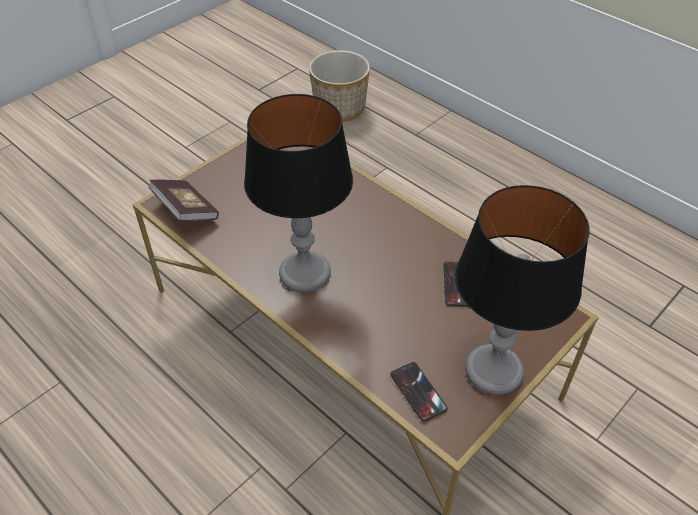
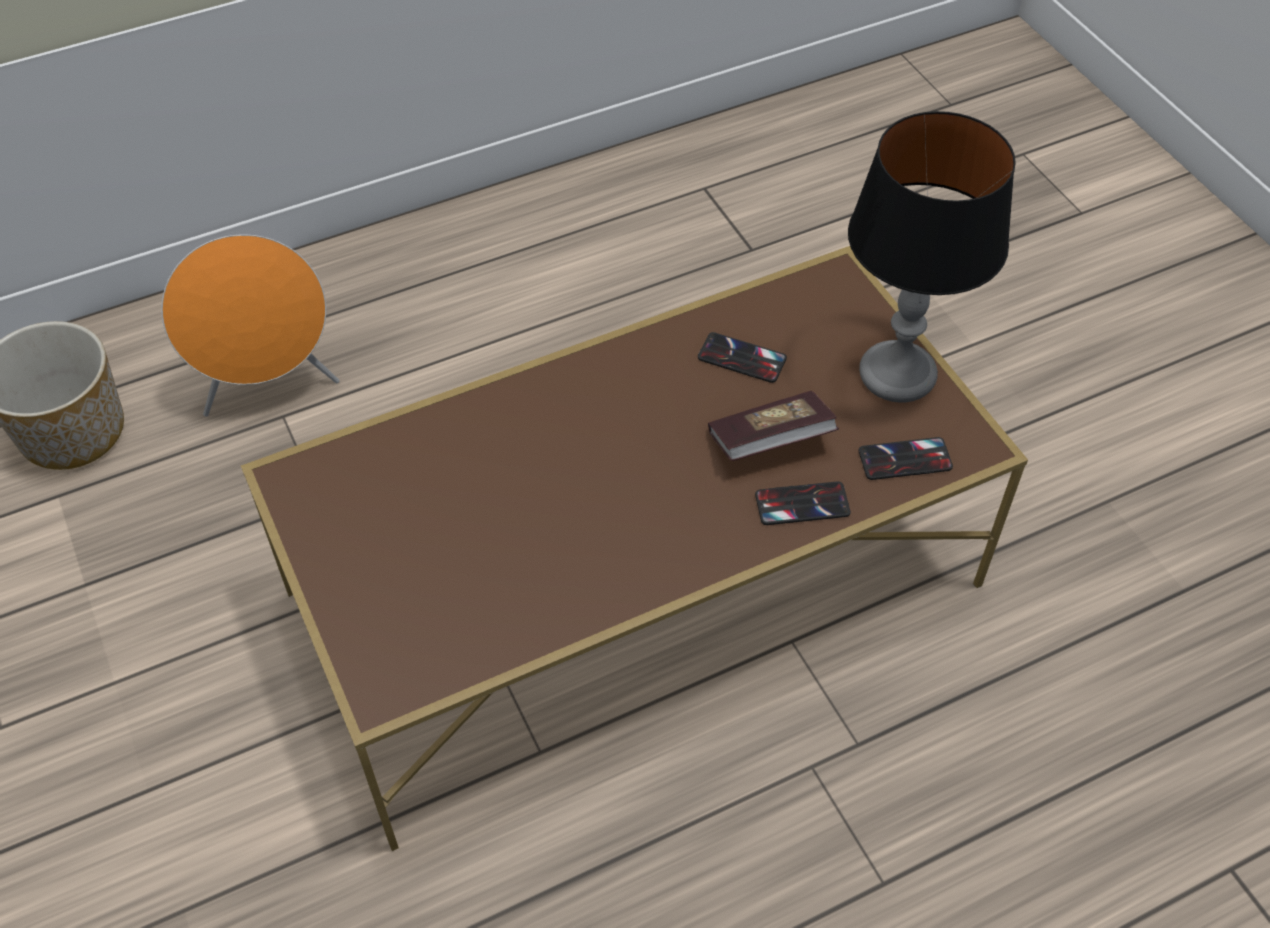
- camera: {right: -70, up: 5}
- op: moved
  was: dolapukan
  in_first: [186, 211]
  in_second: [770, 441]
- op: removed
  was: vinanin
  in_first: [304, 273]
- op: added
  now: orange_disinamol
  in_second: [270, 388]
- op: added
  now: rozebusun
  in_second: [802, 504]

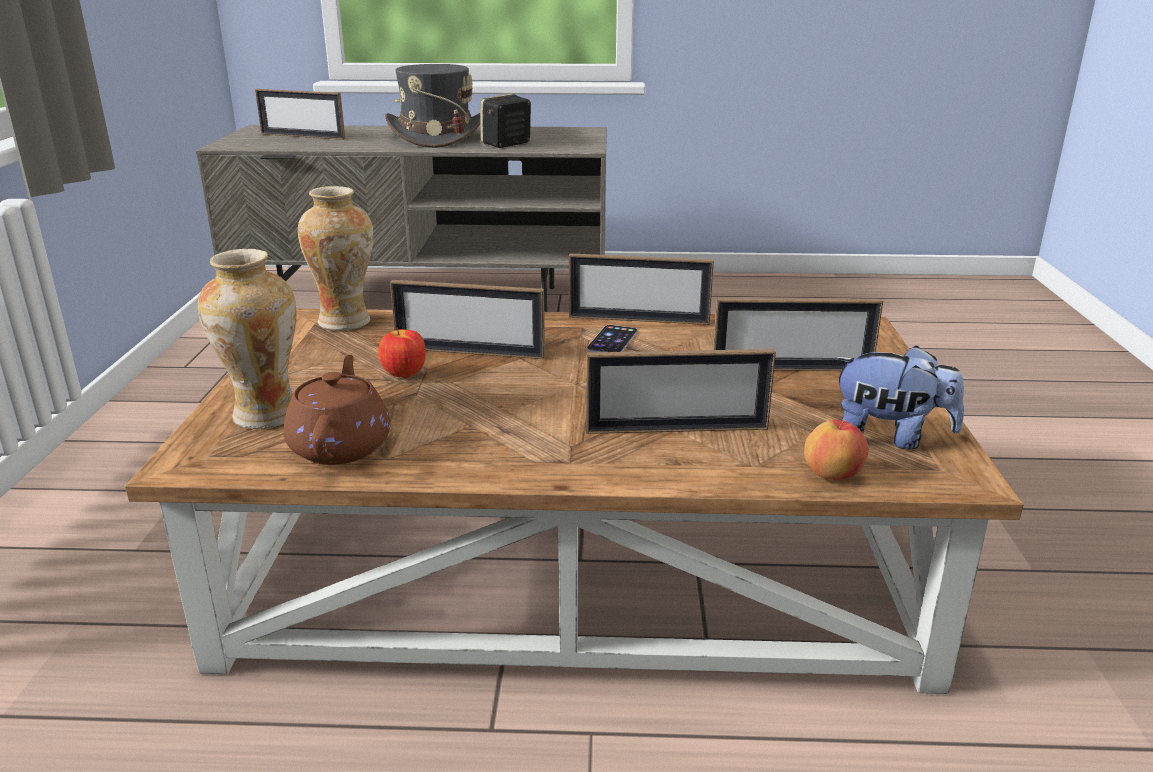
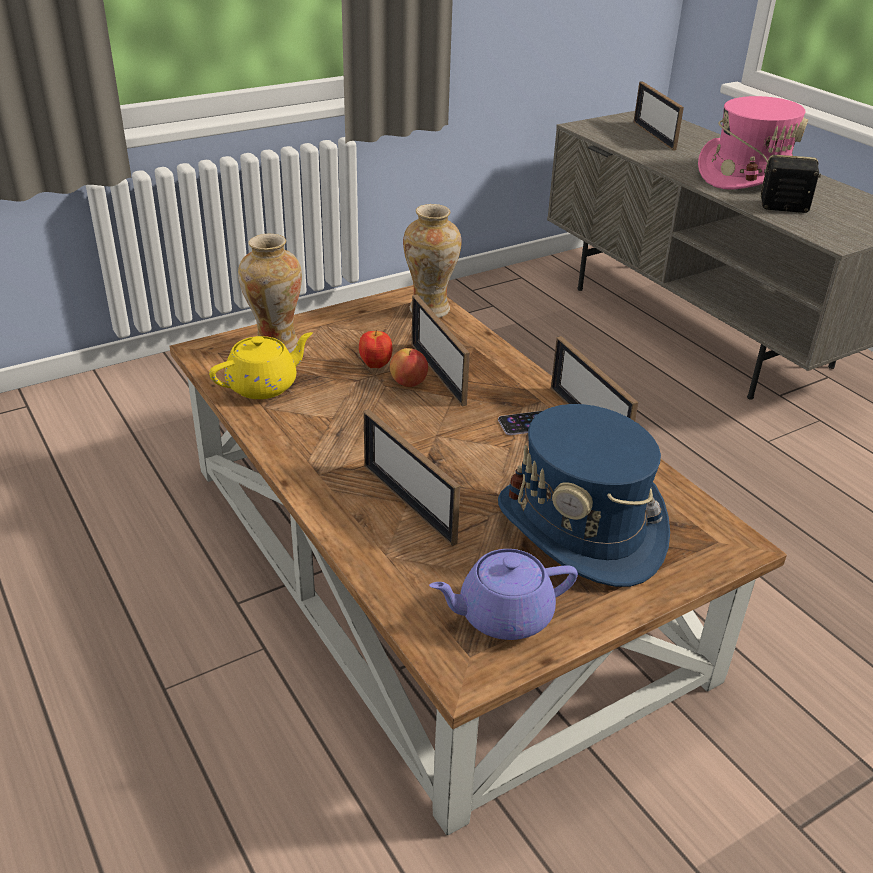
- camera: {right: 55, up: 10}
- op: recoloured
  was: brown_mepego
  now: yellow_mepego
  in_first: [341, 446]
  in_second: [264, 386]
- op: recoloured
  was: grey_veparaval
  now: pink_veparaval
  in_first: [436, 137]
  in_second: [749, 175]
- op: replaced
  was: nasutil
  now: blue_veparaval
  in_first: [791, 369]
  in_second: [581, 528]
- op: moved
  was: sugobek
  in_first: [832, 475]
  in_second: [409, 383]
- op: replaced
  was: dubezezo
  now: purple_mepego
  in_first: [890, 437]
  in_second: [502, 615]

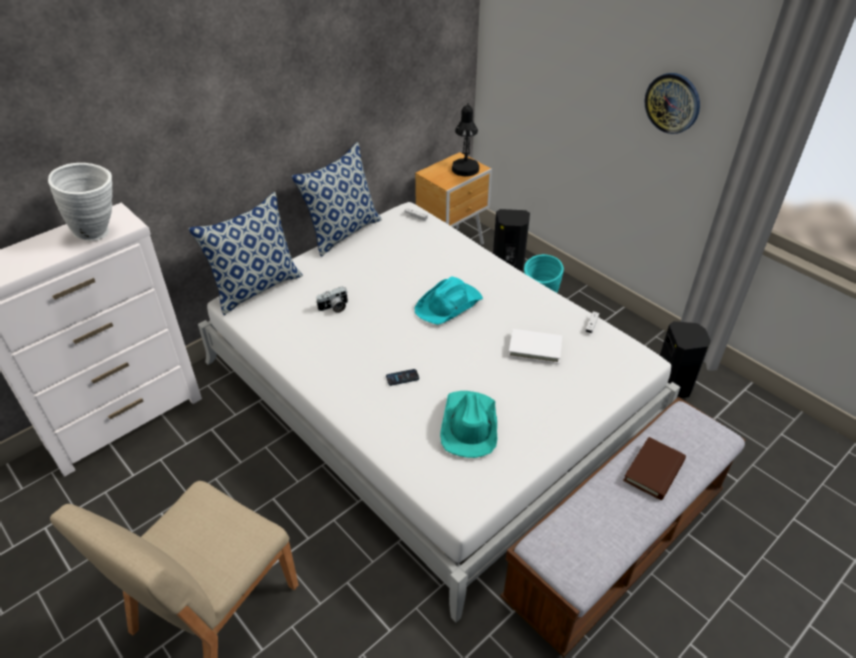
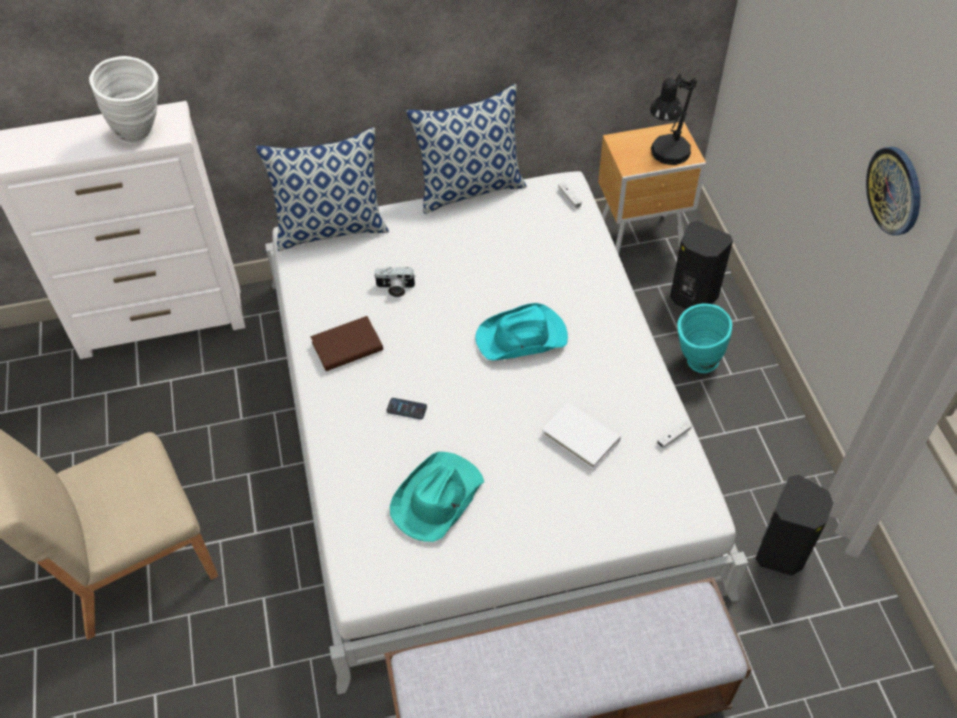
- camera: {right: 30, up: 10}
- op: moved
  was: brown_dolapukan
  in_first: [654, 470]
  in_second: [347, 346]

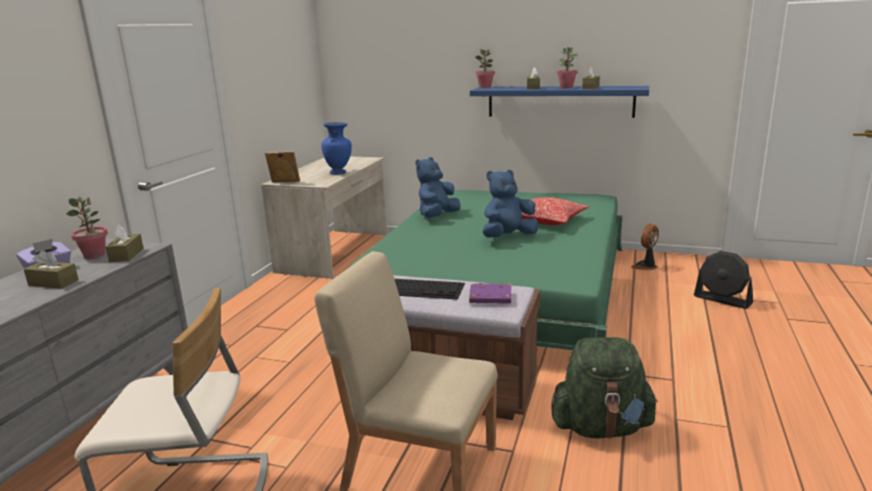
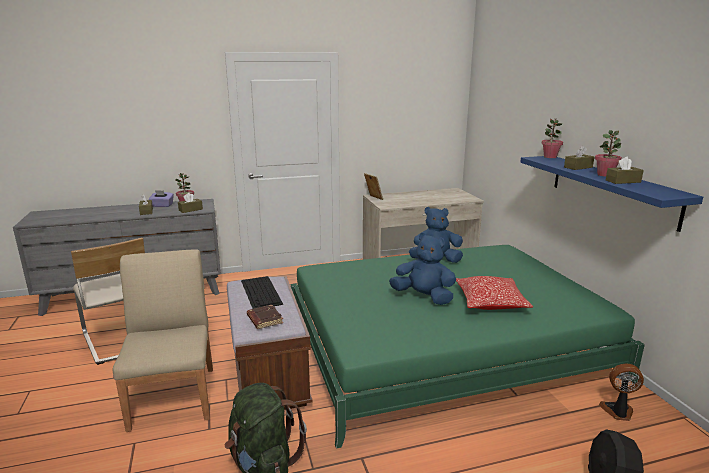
- camera: {right: 55, up: 0}
- op: removed
  was: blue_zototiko
  in_first: [339, 173]
- op: recoloured
  was: purple_dolapukan
  now: brown_dolapukan
  in_first: [490, 298]
  in_second: [264, 319]

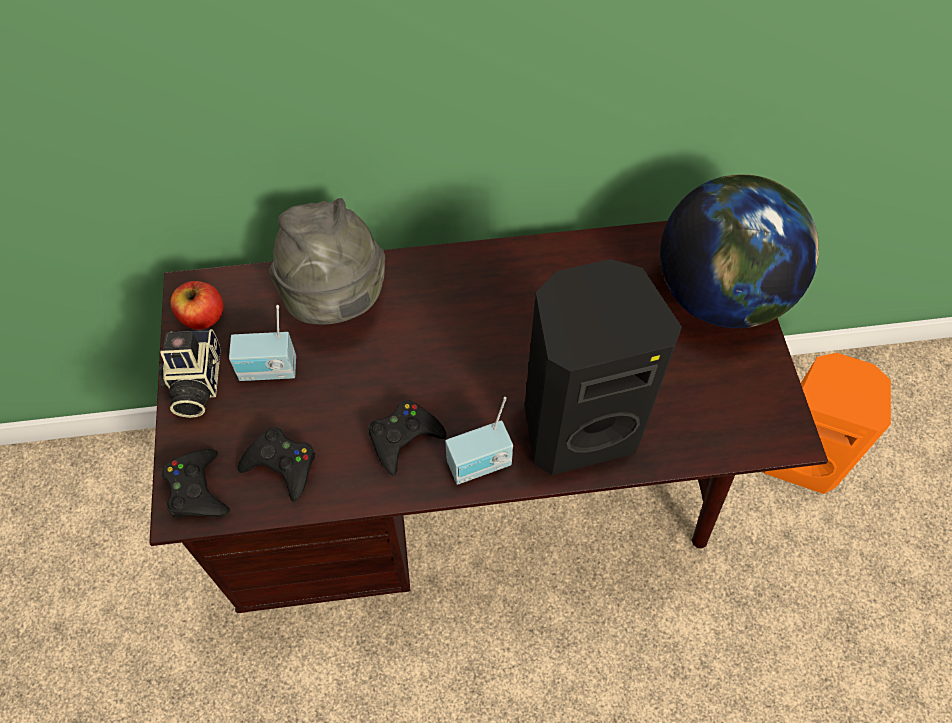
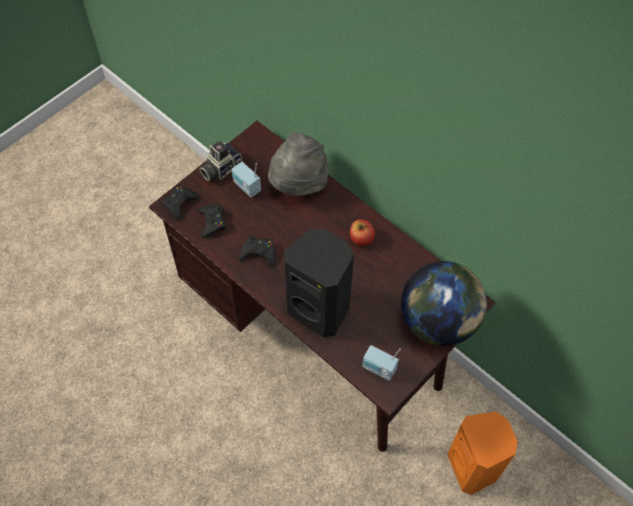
- camera: {right: 50, up: 0}
- op: moved
  was: sugobek
  in_first: [202, 317]
  in_second: [361, 238]
- op: moved
  was: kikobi
  in_first: [480, 466]
  in_second: [378, 369]

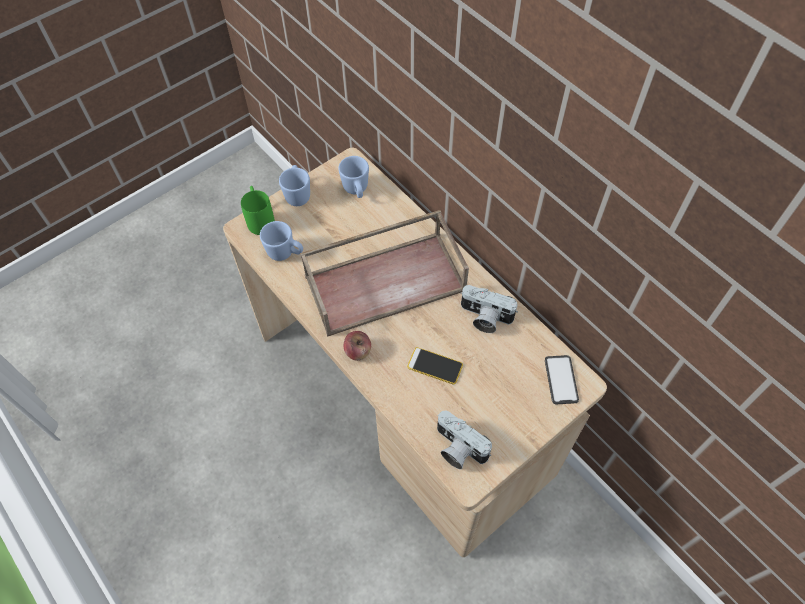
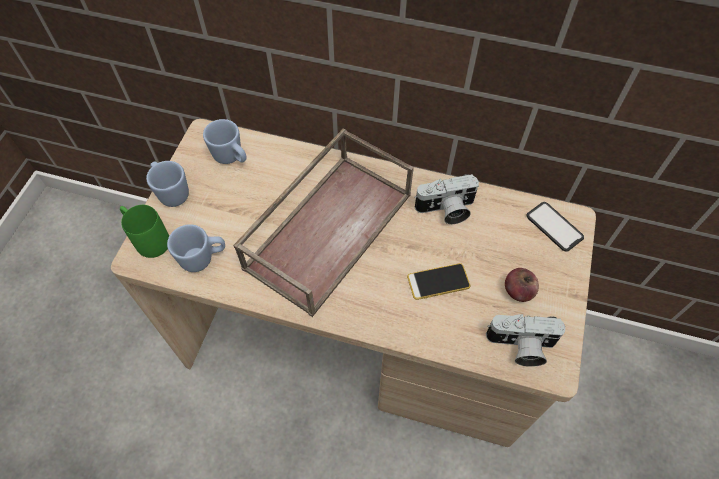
- camera: {right: -35, up: 0}
- op: moved
  was: sugobek
  in_first: [358, 351]
  in_second: [518, 291]

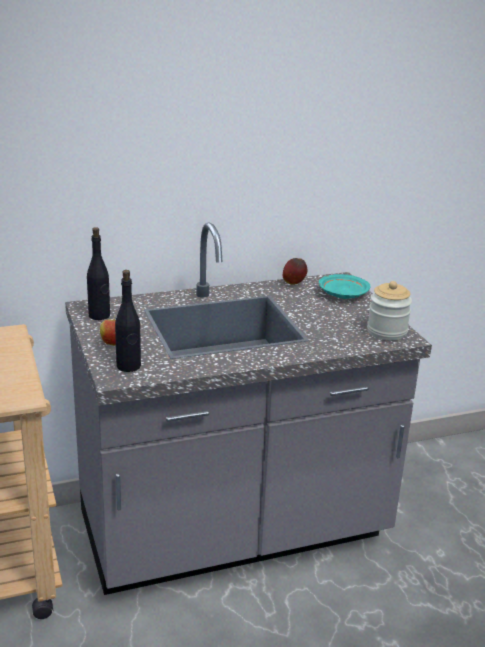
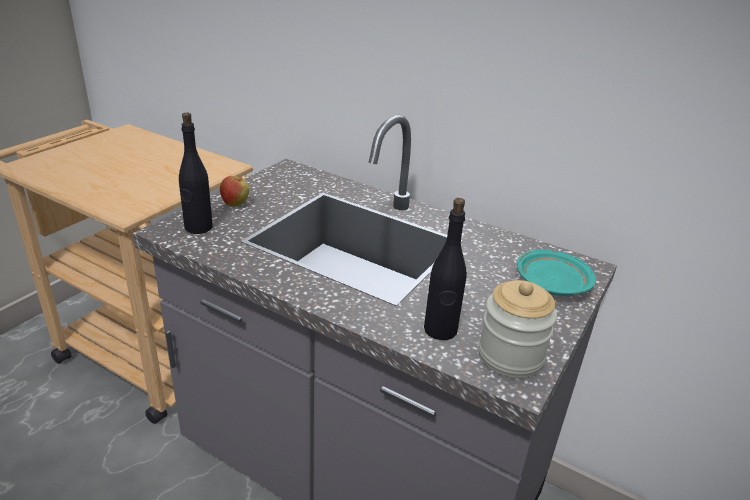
- camera: {right: 50, up: 5}
- op: moved
  was: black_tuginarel
  in_first: [99, 315]
  in_second: [440, 330]
- op: removed
  was: sugobek
  in_first: [294, 284]

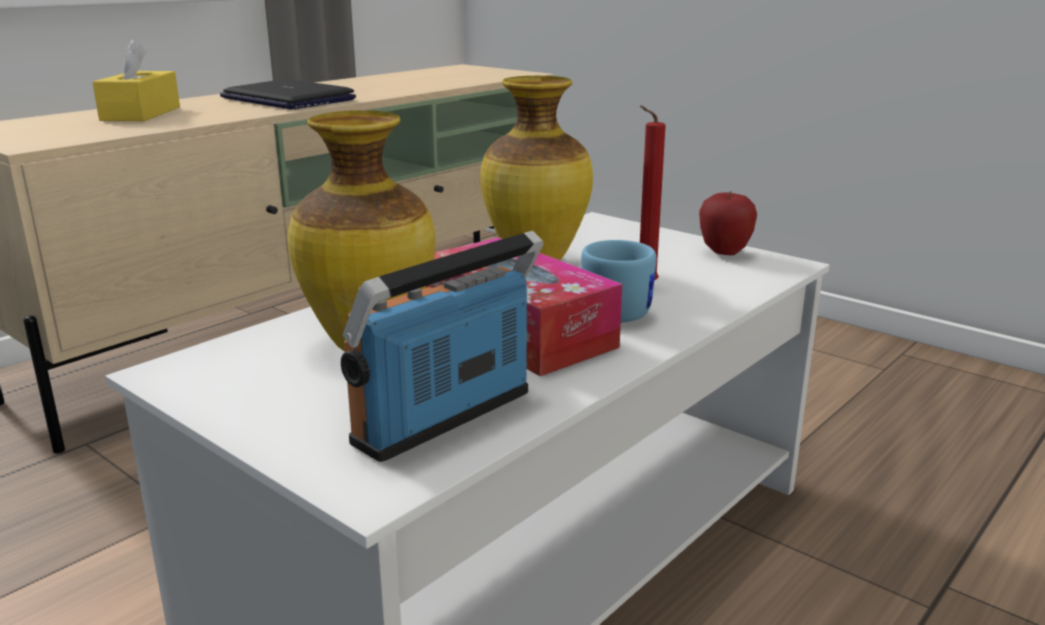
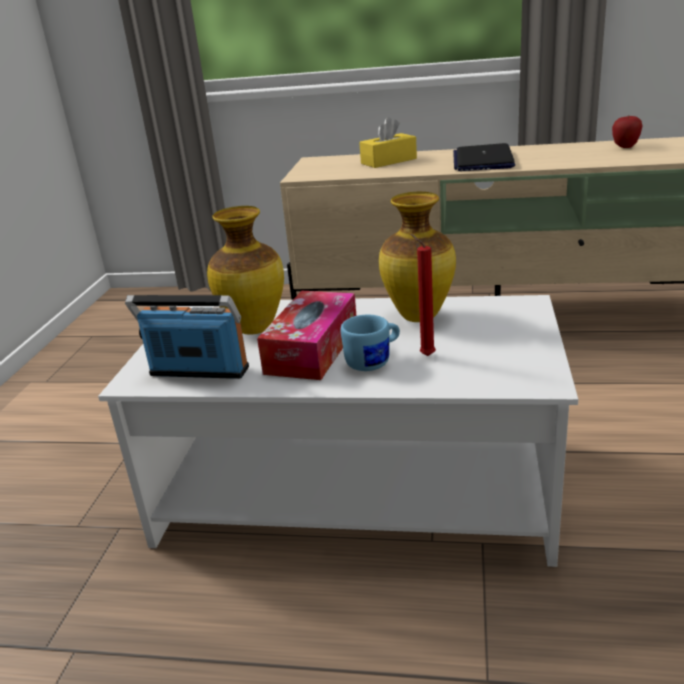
- camera: {right: 60, up: 5}
- op: moved
  was: sugobek
  in_first: [724, 253]
  in_second: [625, 147]

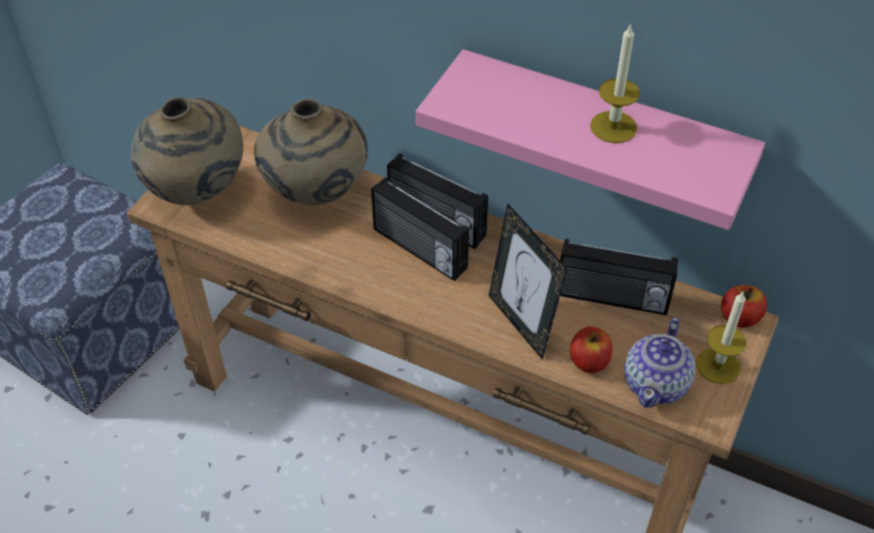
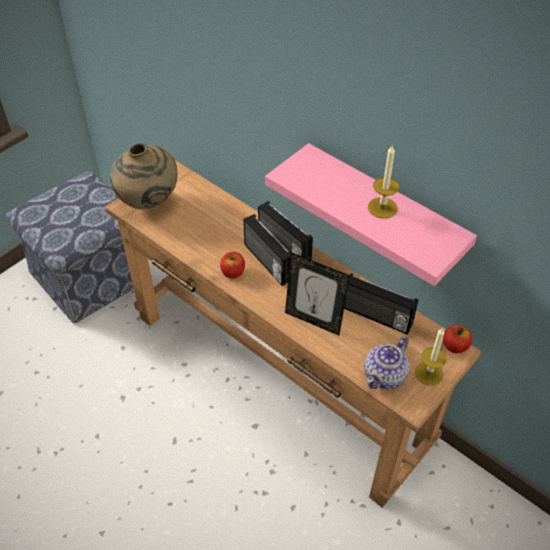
- camera: {right: 15, up: 0}
- op: removed
  was: beige_zototiko
  in_first: [316, 196]
- op: turned
  was: nasutil
  in_first: [521, 323]
  in_second: [314, 320]
  clockwise: -45
- op: moved
  was: sugobek
  in_first: [589, 361]
  in_second: [233, 272]

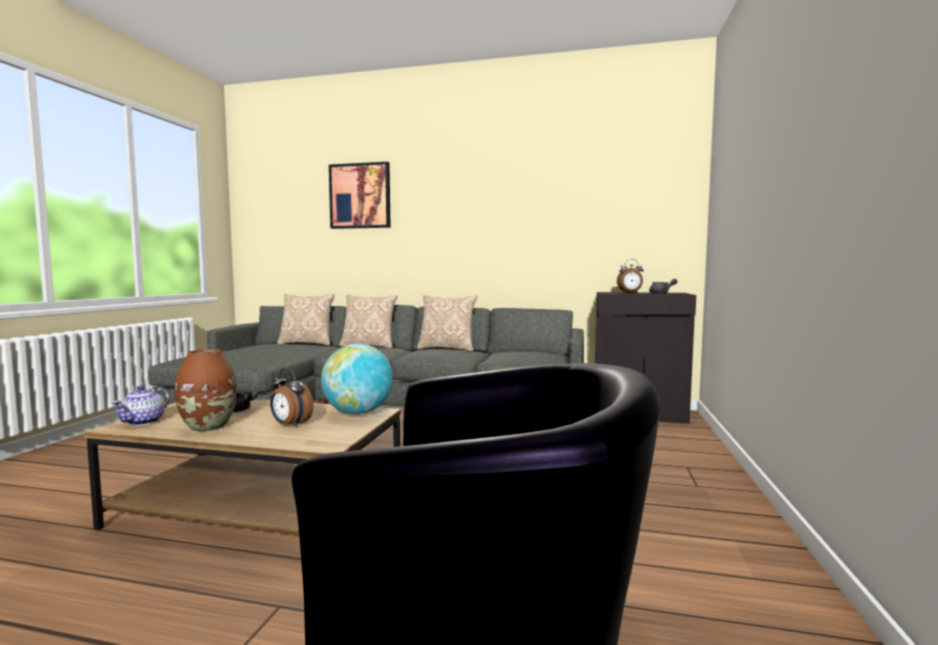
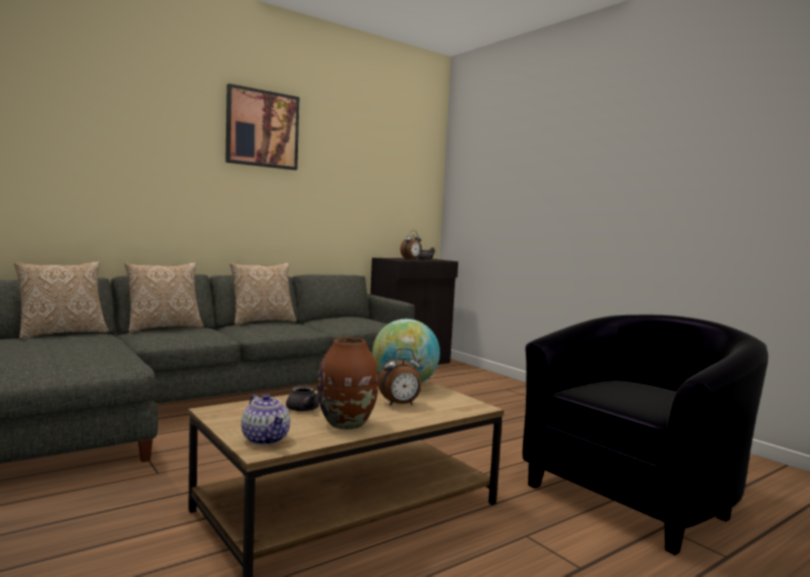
- camera: {right: -50, up: 0}
- op: moved
  was: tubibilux
  in_first: [360, 196]
  in_second: [262, 129]

